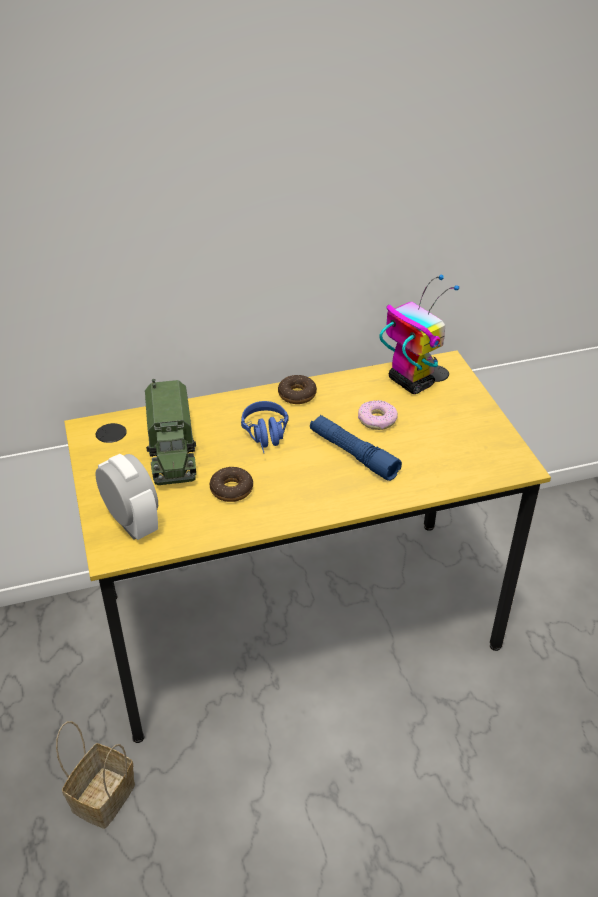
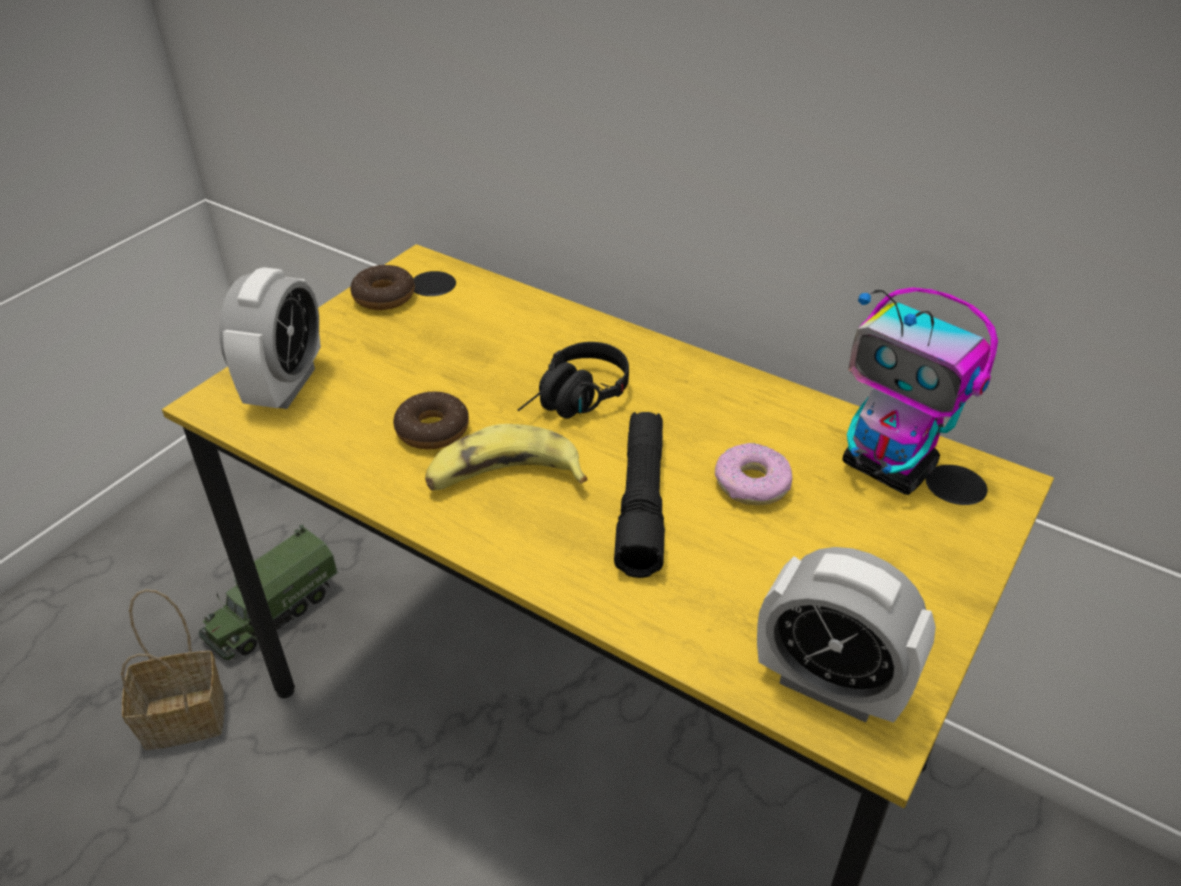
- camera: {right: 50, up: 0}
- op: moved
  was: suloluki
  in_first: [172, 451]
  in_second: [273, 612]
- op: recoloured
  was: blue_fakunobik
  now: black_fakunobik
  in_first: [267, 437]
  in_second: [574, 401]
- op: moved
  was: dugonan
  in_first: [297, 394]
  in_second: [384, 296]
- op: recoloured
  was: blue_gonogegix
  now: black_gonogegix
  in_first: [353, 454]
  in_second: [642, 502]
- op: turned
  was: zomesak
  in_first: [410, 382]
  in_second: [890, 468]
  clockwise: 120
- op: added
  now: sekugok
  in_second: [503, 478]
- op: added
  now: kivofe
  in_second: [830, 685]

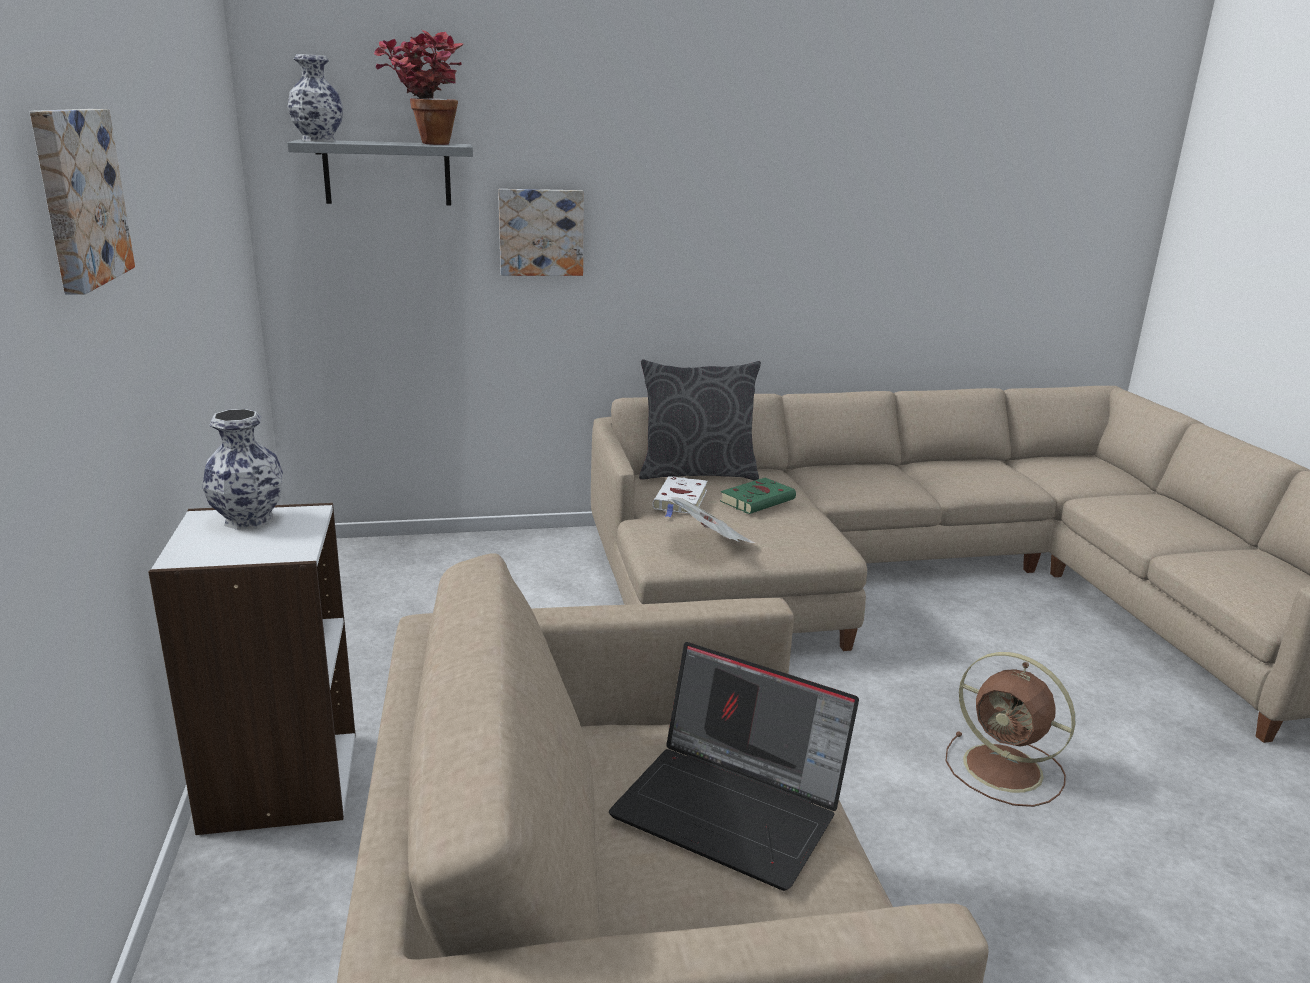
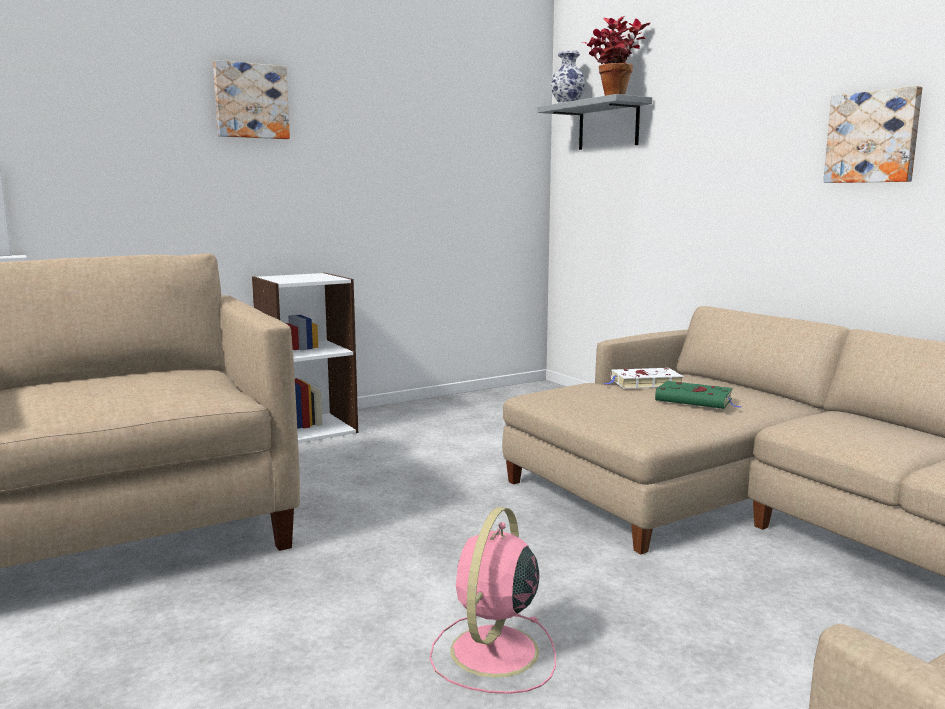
- camera: {right: 70, up: -10}
- op: removed
  was: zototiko
  in_first: [250, 520]
- op: moved
  was: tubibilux
  in_first: [541, 232]
  in_second: [873, 137]
- op: removed
  was: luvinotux
  in_first: [733, 808]
- op: removed
  was: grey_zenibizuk
  in_first: [697, 473]
- op: removed
  was: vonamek
  in_first: [710, 542]
- op: recoloured
  was: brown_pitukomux
  now: pink_pitukomux
  in_first: [1006, 769]
  in_second: [493, 653]

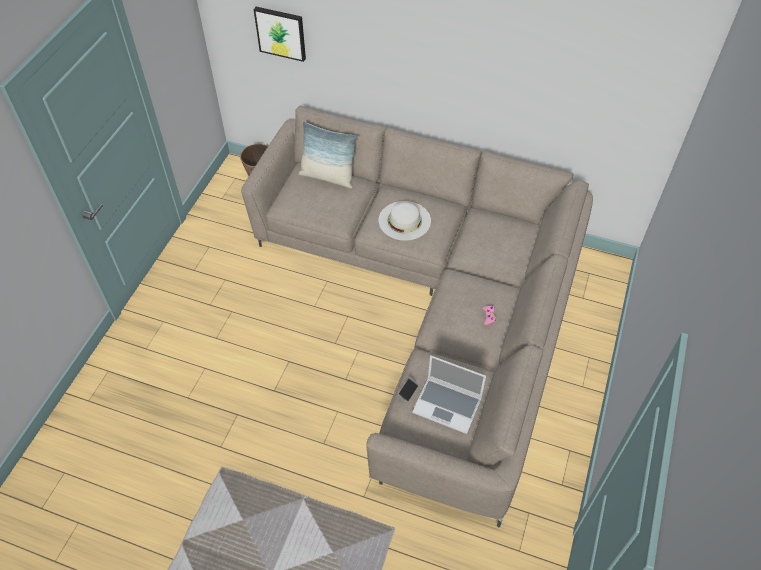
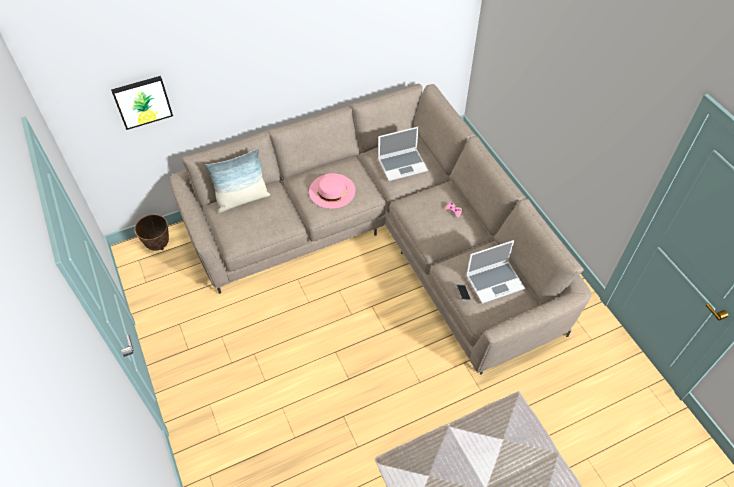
- camera: {right: -45, up: 0}
- op: recoloured
  was: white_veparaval
  now: pink_veparaval
  in_first: [404, 220]
  in_second: [332, 191]
- op: added
  now: luvinotux
  in_second: [402, 165]

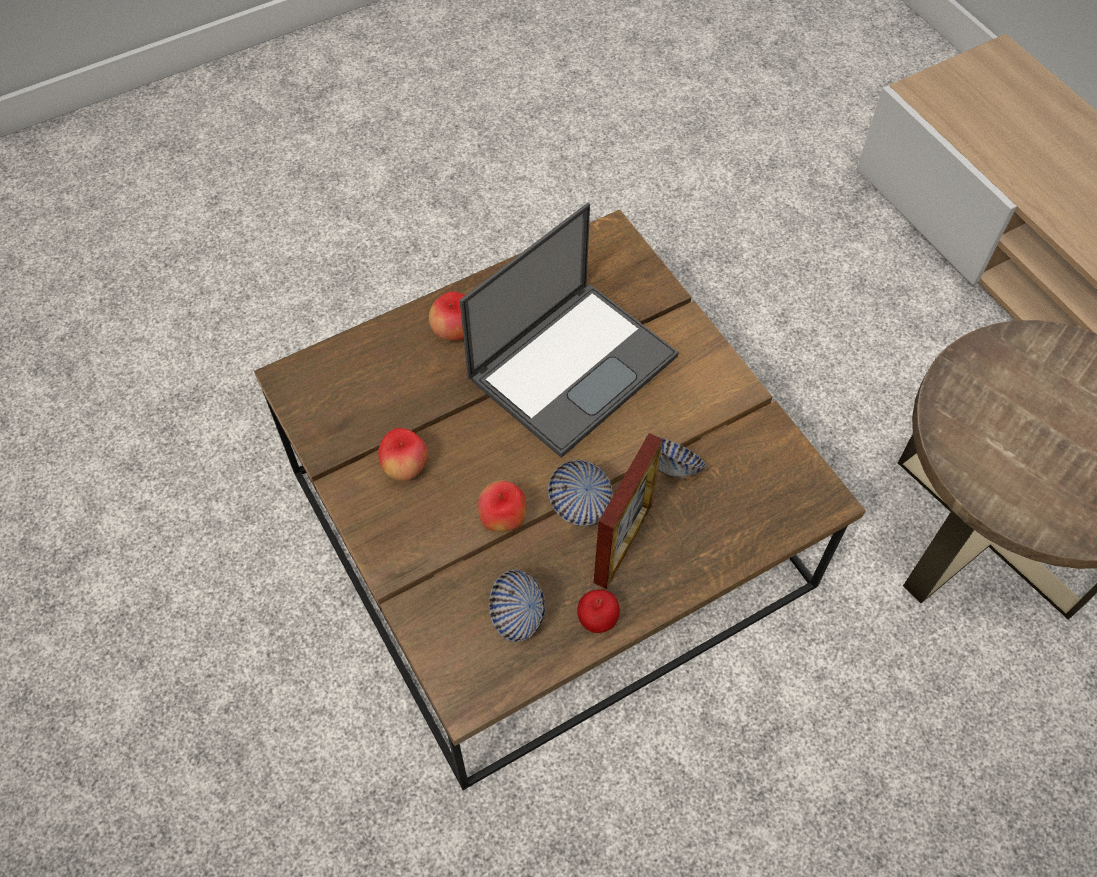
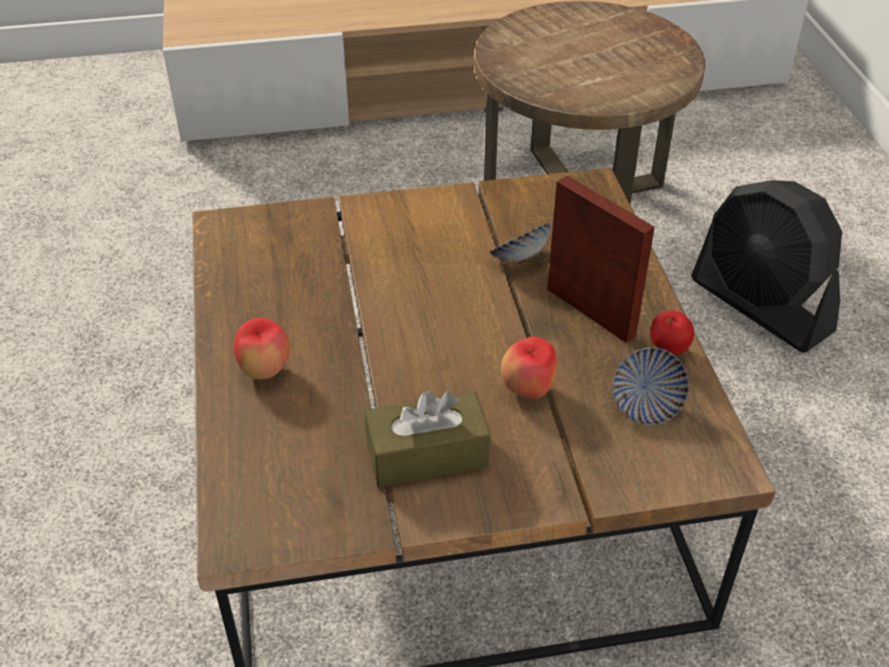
- camera: {right: -70, up: -15}
- op: replaced
  was: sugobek
  now: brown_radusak
  in_first: [405, 468]
  in_second: [427, 454]
- op: removed
  was: luvinotux
  in_first: [573, 365]
- op: removed
  was: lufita
  in_first: [580, 504]
- op: added
  now: black_pitukomux
  in_second: [760, 306]

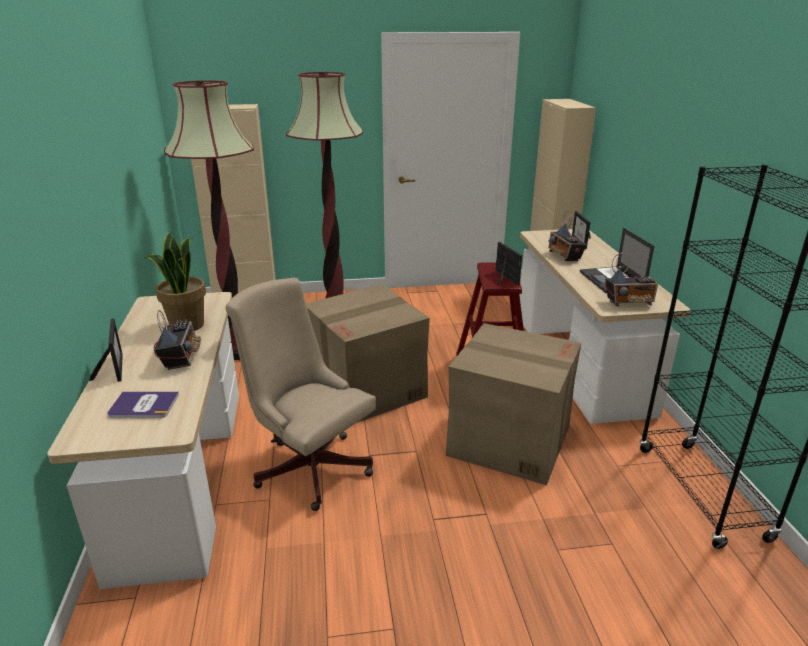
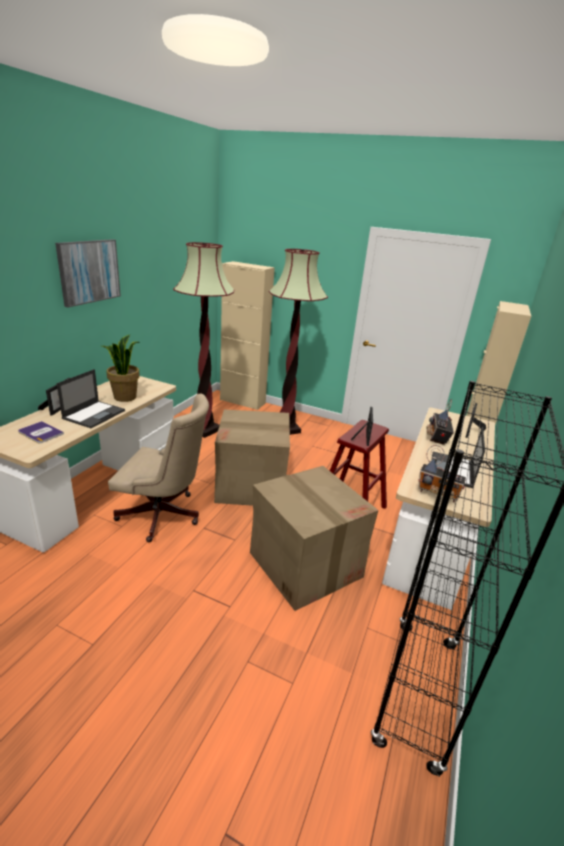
- camera: {right: 30, up: 0}
- op: replaced
  was: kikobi
  now: luvinotux
  in_first: [180, 358]
  in_second: [94, 414]
- op: turned
  was: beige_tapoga
  in_first: [309, 465]
  in_second: [164, 516]
  clockwise: 120
- op: added
  now: tubibilux
  in_second: [89, 271]

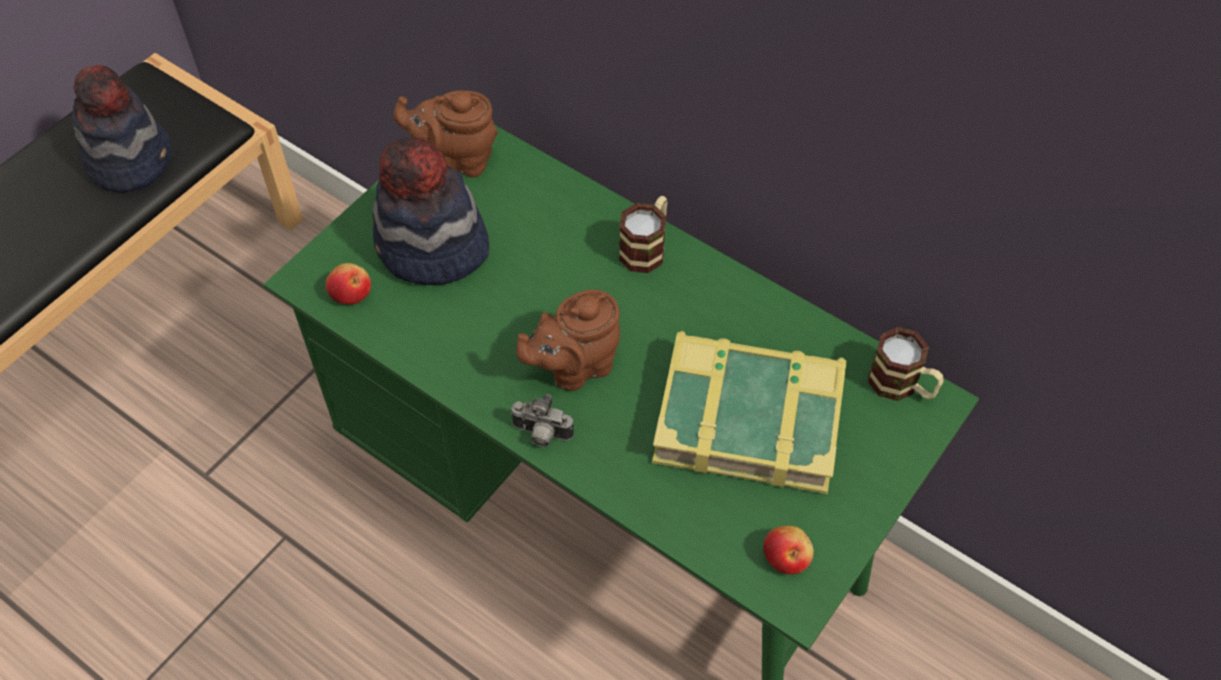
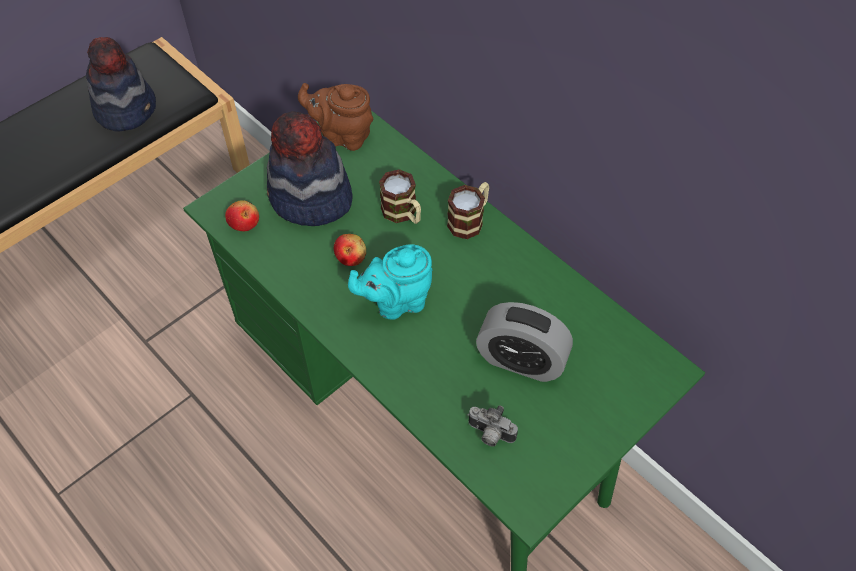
- camera: {right: 10, up: 0}
- op: moved
  was: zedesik
  in_first: [541, 435]
  in_second: [489, 435]
- op: recoloured
  was: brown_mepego
  now: turquoise_mepego
  in_first: [574, 367]
  in_second: [396, 302]
- op: replaced
  was: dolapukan
  now: kivofe
  in_first: [749, 417]
  in_second: [521, 360]
- op: moved
  was: sugobek
  in_first: [786, 557]
  in_second: [351, 257]
- op: moved
  was: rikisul
  in_first: [902, 385]
  in_second: [403, 214]

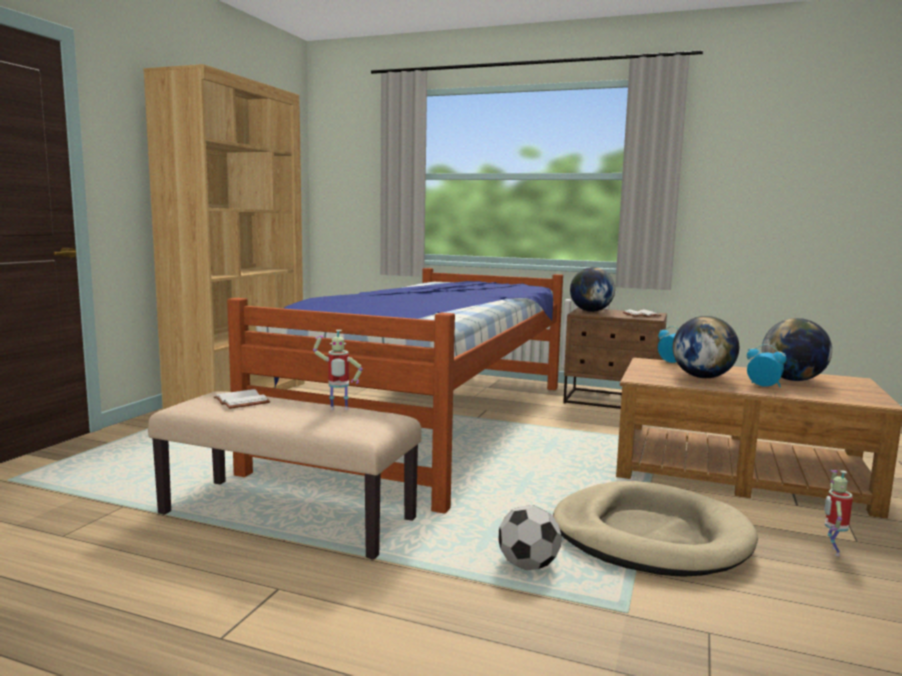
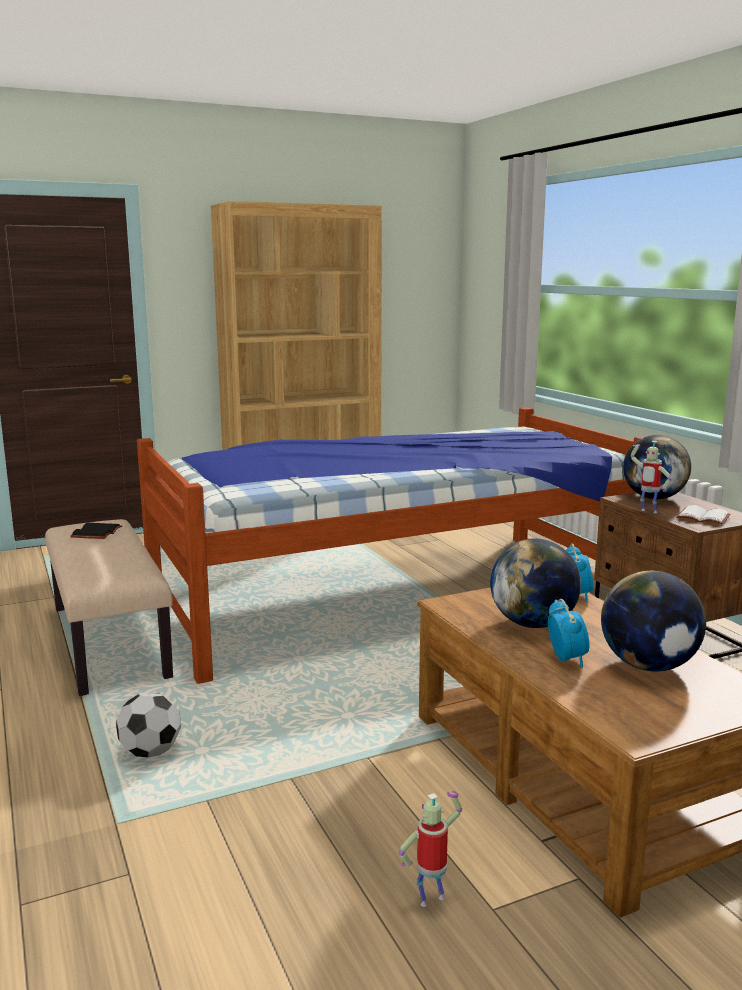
- camera: {right: 45, up: 5}
- op: recoloured
  was: white_dolapukan
  now: black_dolapukan
  in_first: [243, 401]
  in_second: [97, 533]
- op: moved
  was: zomesak
  in_first: [338, 410]
  in_second: [647, 512]
- op: removed
  was: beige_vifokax
  in_first: [650, 536]

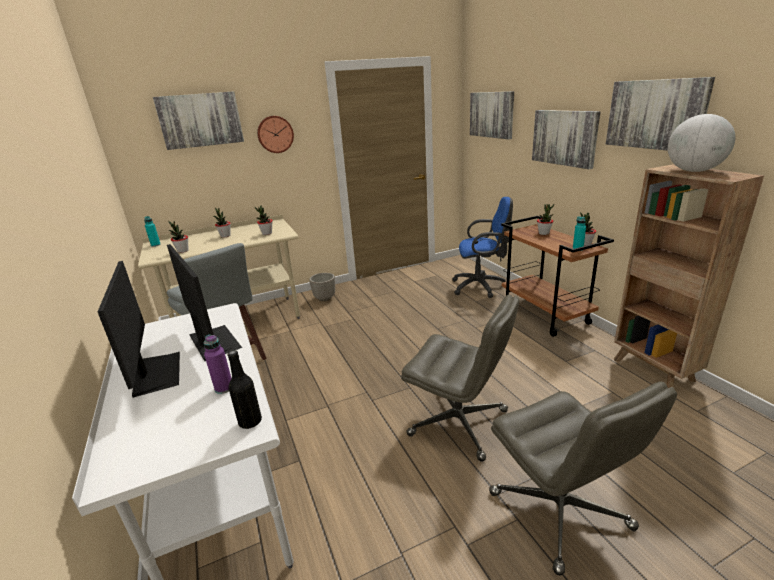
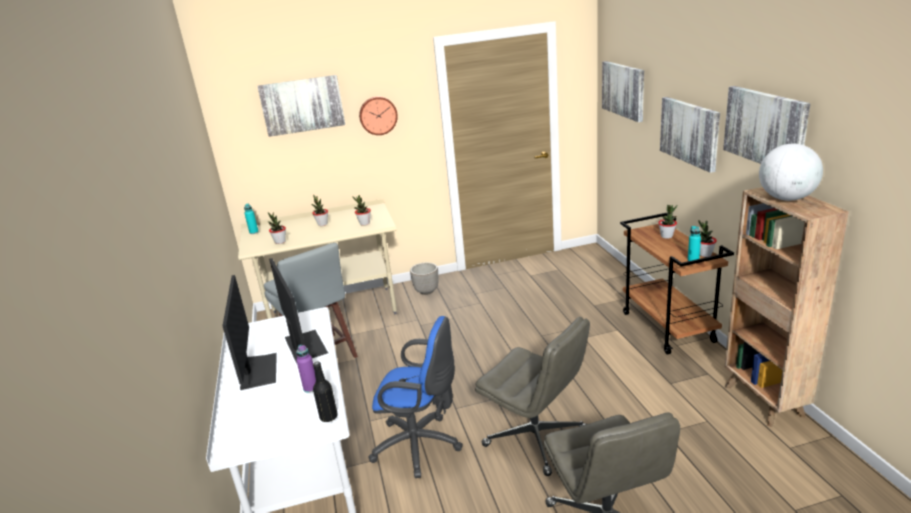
- camera: {right: 10, up: 0}
- op: moved
  was: blue_tapoga
  in_first: [481, 286]
  in_second: [421, 446]

